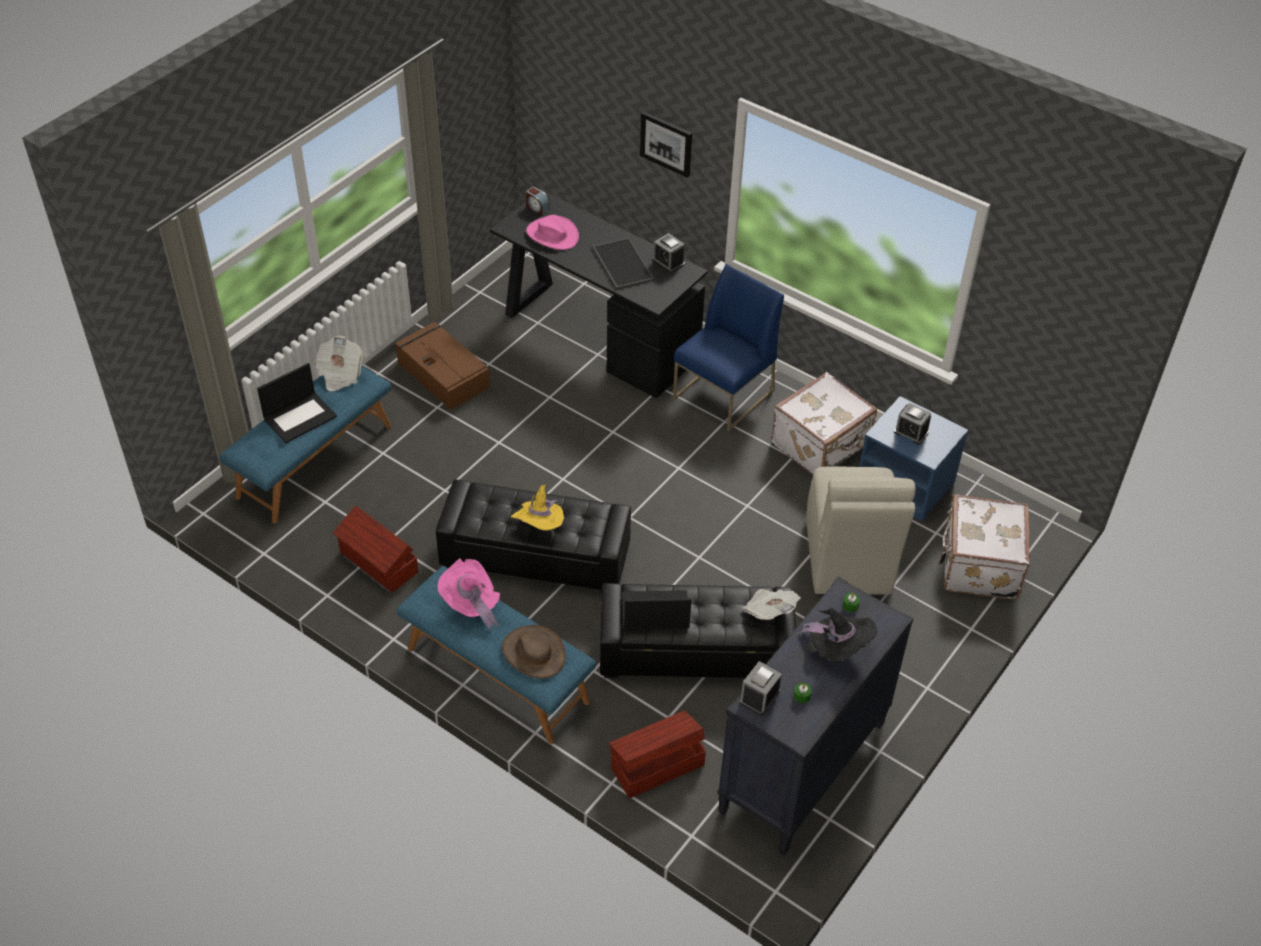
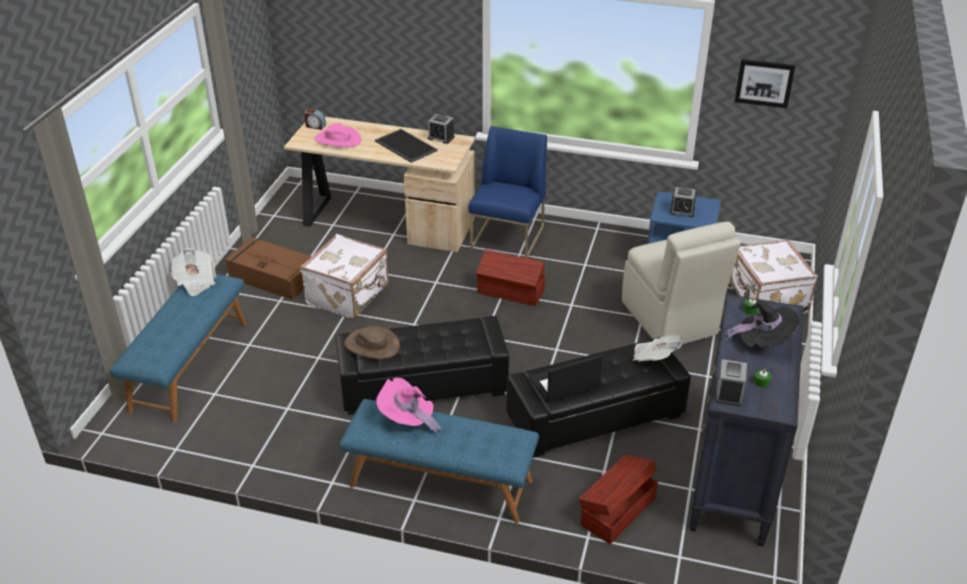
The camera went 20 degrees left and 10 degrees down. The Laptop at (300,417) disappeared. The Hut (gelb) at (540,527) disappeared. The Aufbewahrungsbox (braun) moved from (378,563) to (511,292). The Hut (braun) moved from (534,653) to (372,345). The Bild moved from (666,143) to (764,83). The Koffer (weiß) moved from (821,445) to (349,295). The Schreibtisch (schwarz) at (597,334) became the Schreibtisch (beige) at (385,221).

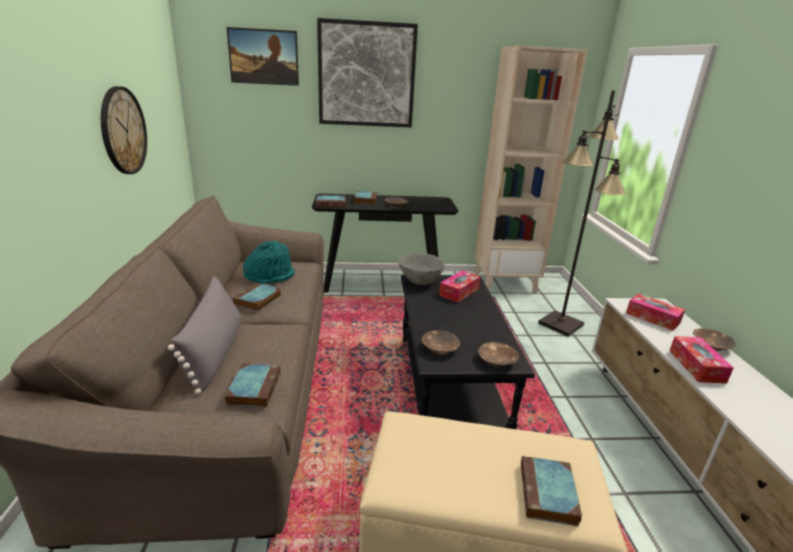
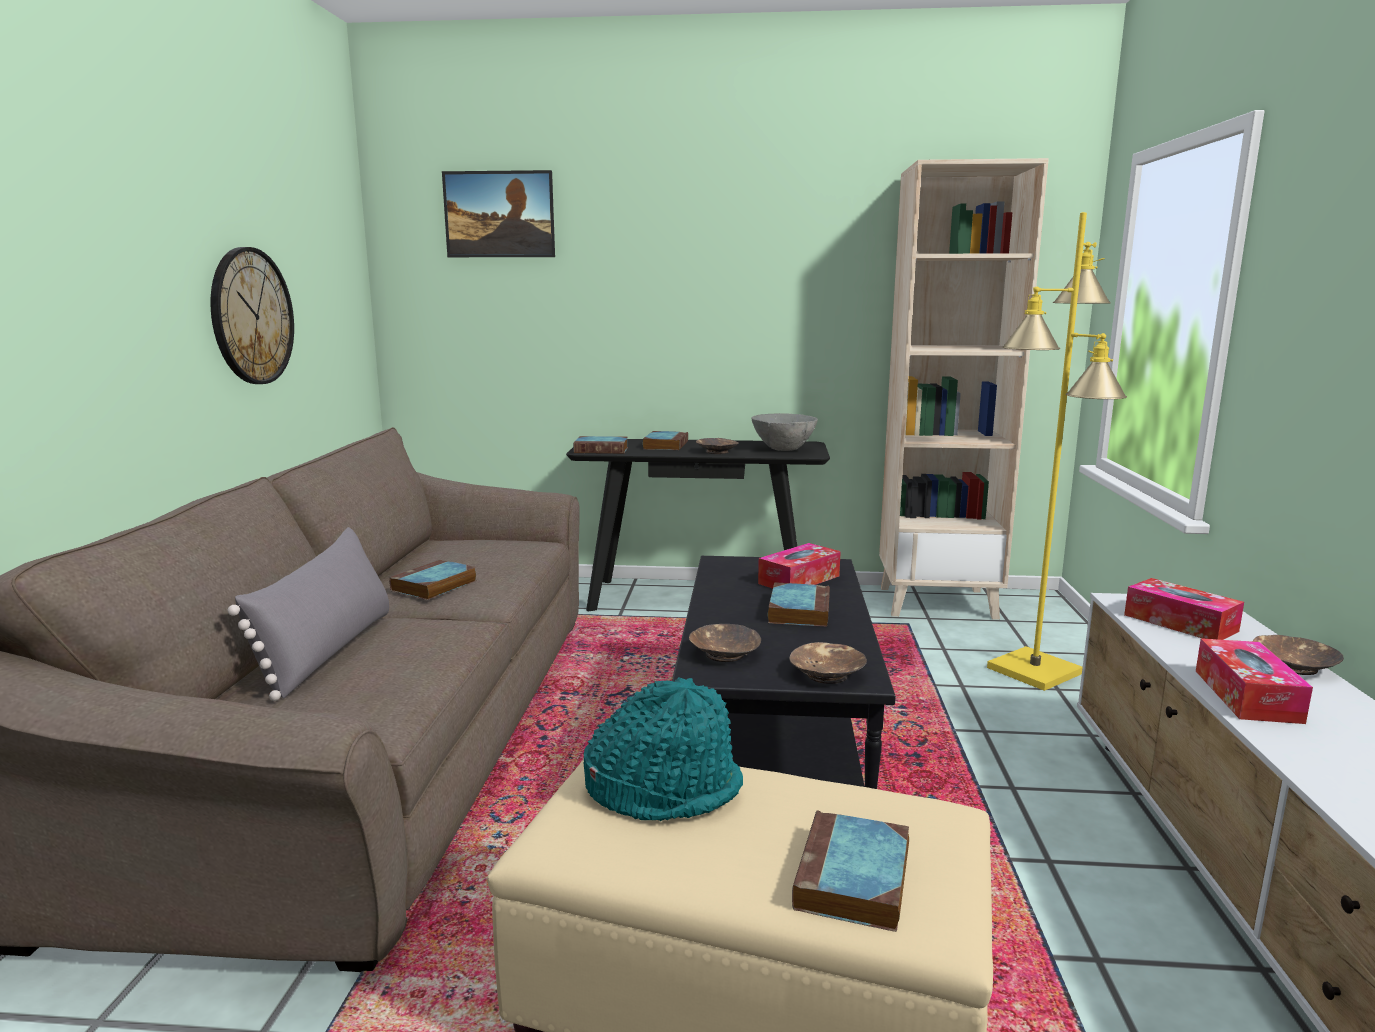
The camera went 10 degrees right and 10 degrees down. The Bild at (366,75) disappeared. The Buch moved from (254,388) to (798,610). The Hut (türkis) moved from (270,276) to (664,788). The Schüssel (grau) moved from (420,282) to (783,449). The Stehlampe (schwarz) at (561,324) became the Stehlampe (gelb) at (1035,671).

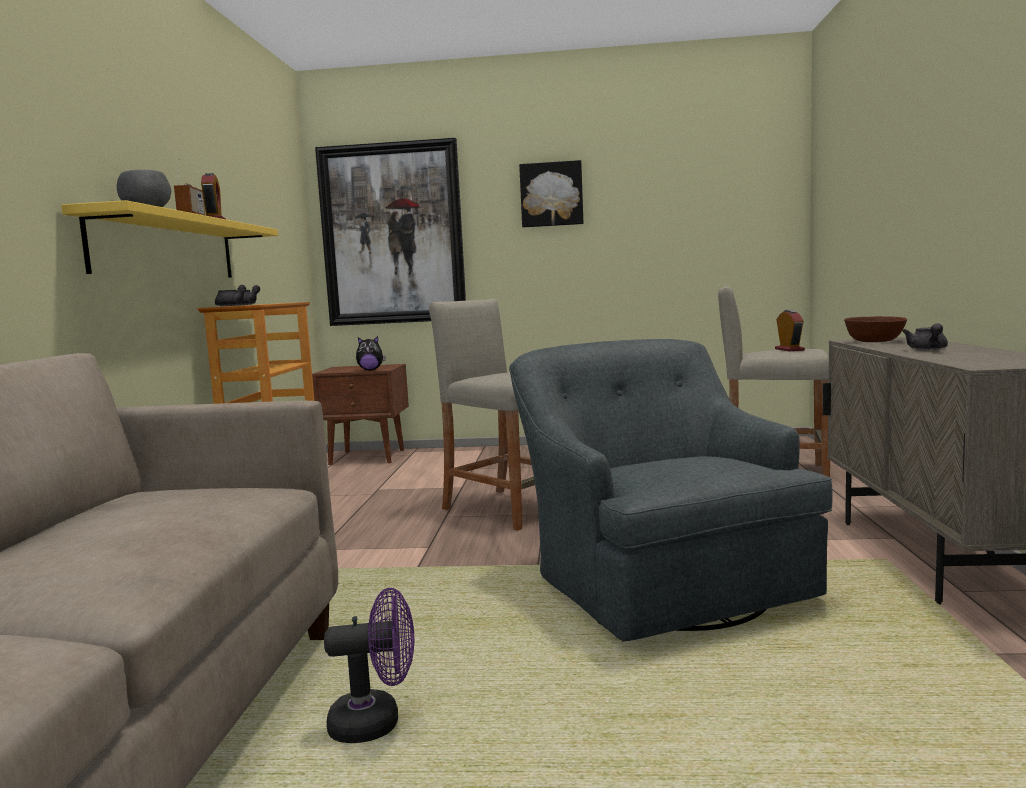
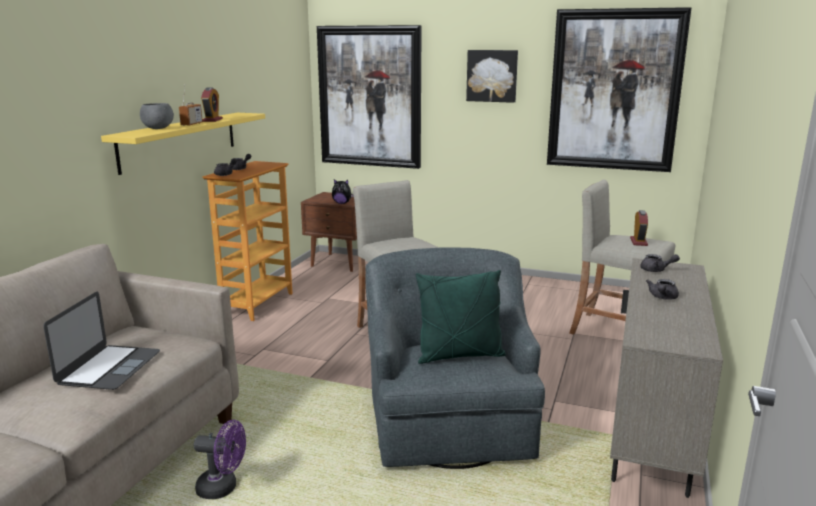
The camera went 15 degrees right and 10 degrees up. The Laptop at (109,367) appeared. The Kissen (grün) at (459,355) appeared. The Bild at (614,90) appeared. The Schüssel (braun) at (875,341) was replaced by the Teekanne (grau) at (656,270).

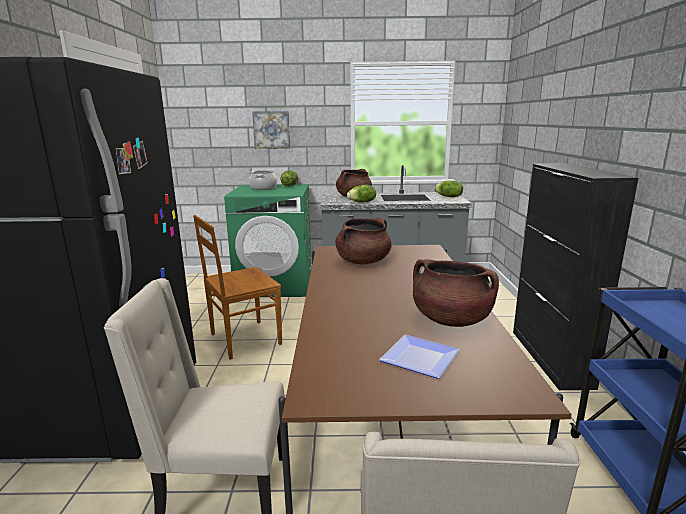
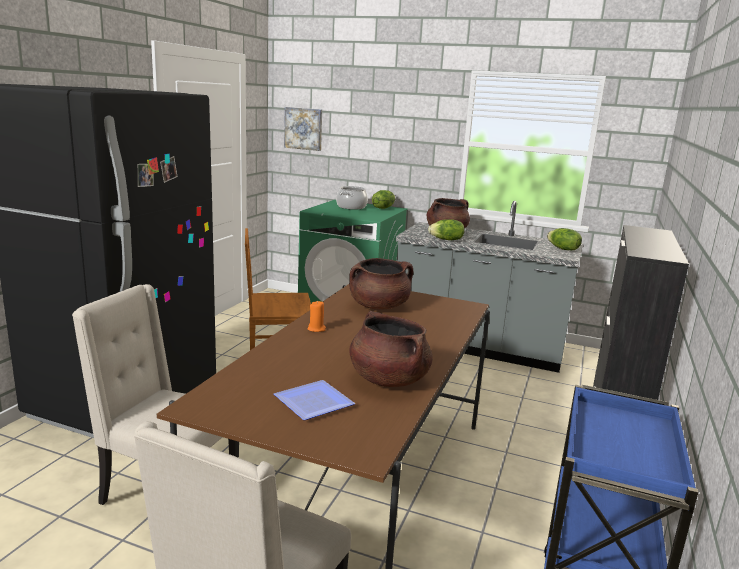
The camera went 20 degrees right and 0 degrees up. The Kerze (orange) at (316,329) appeared. The Bild moved from (271,130) to (304,128).

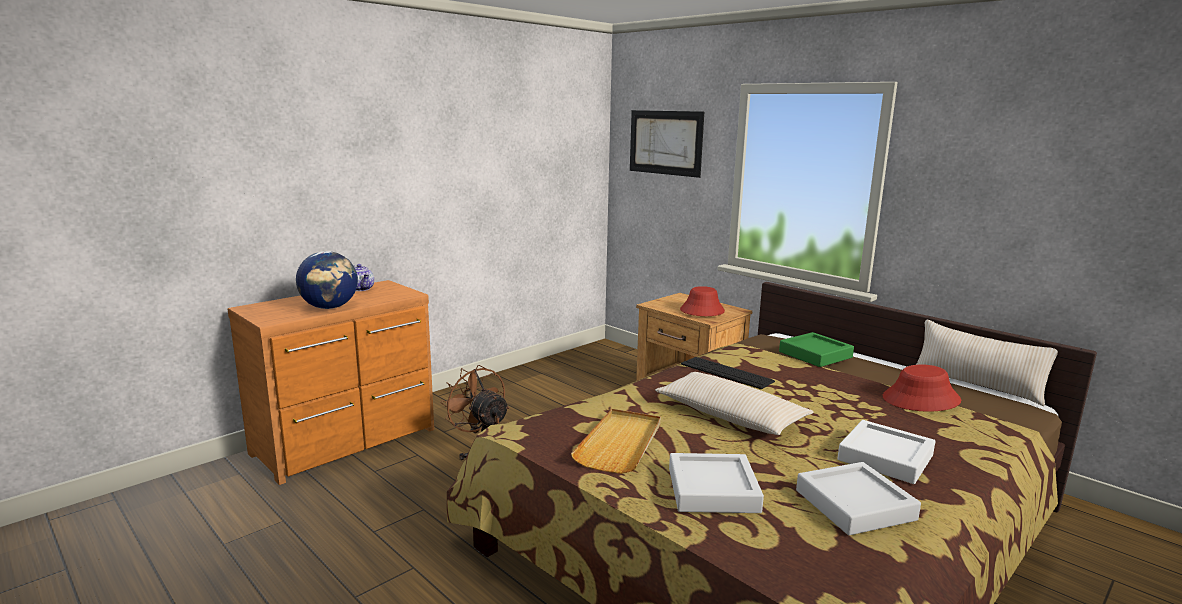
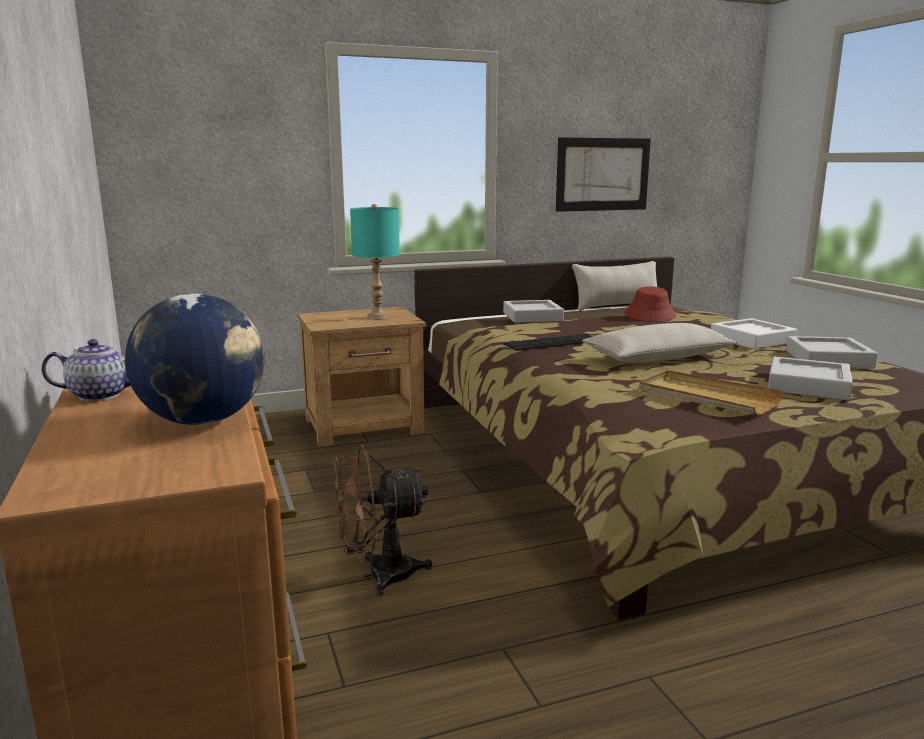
The camera went 65 degrees left and 0 degrees up. The Bild moved from (665,142) to (603,174). The Hut (rot) at (702,311) was replaced by the Tischlampe (türkis) at (377,317). The Tablett (grün) at (815,354) became the Tablett (grau) at (532,317).

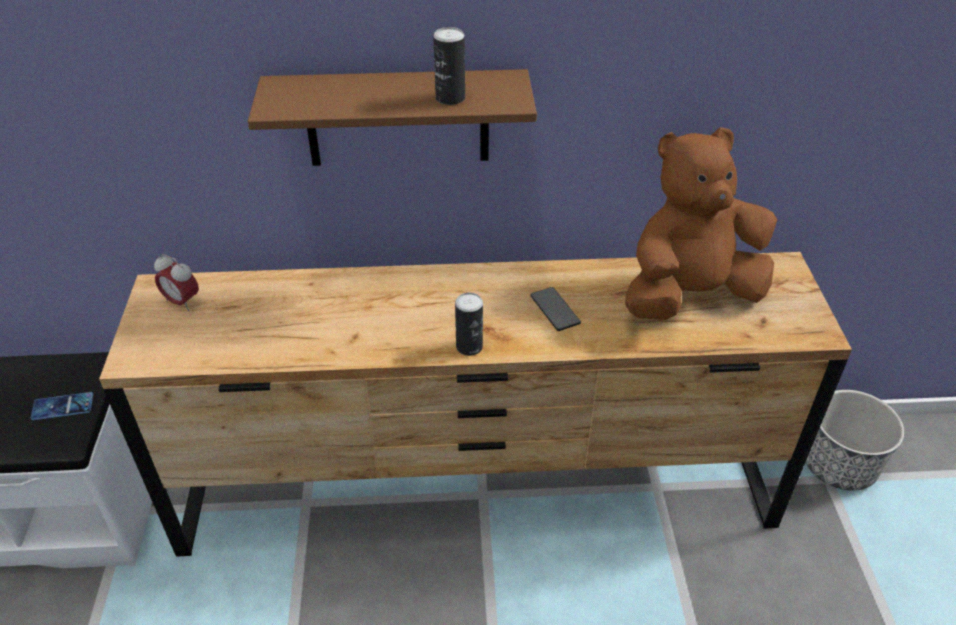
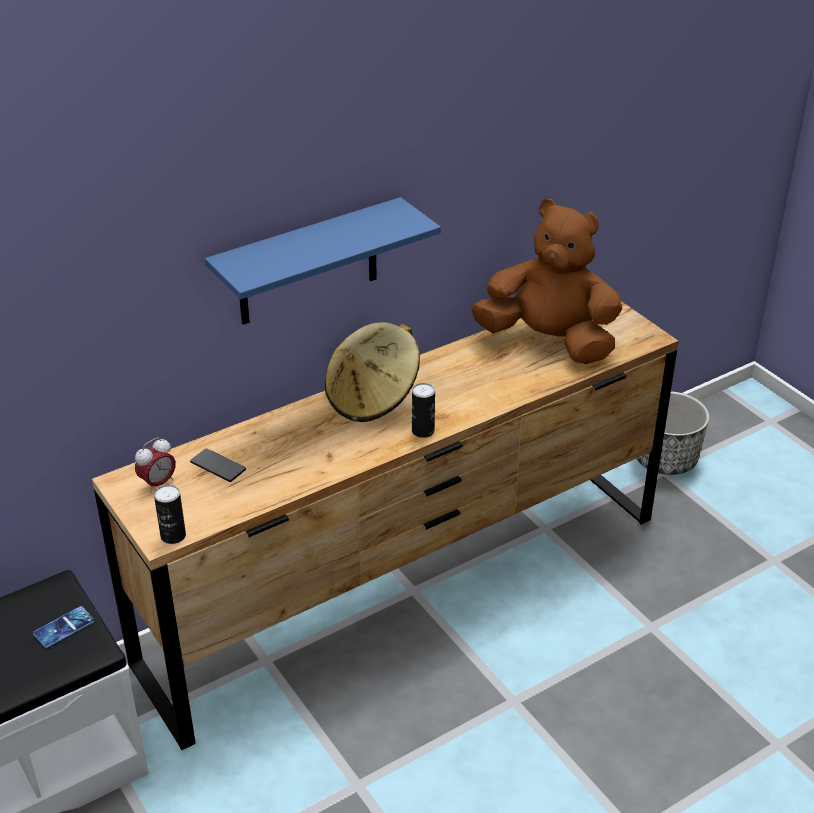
The camera went 30 degrees left and 5 degrees down. The Hut (beige) at (373,398) appeared. The Dose moved from (450,98) to (173,536). The Handy moved from (554,310) to (218,466). The Wandregal (braun) at (397,118) became the Wandregal (blau) at (308,263). The Wecker at (182,302) turned 45 degrees counterclockwise. The Plüschtier (braun) at (689,295) turned 75 degrees clockwise.

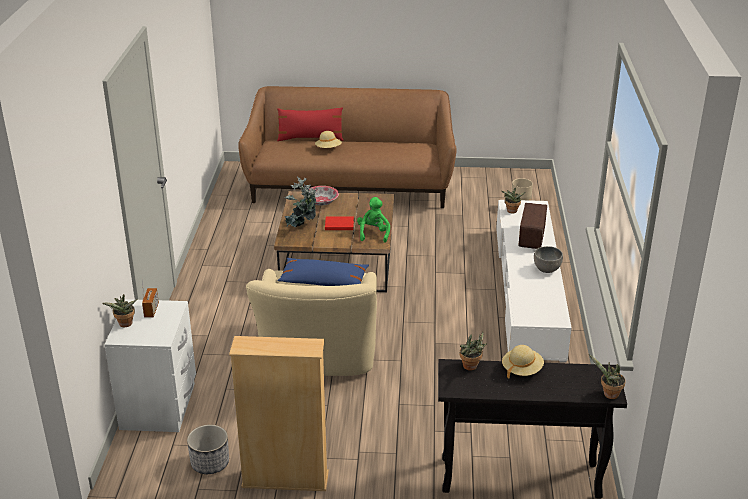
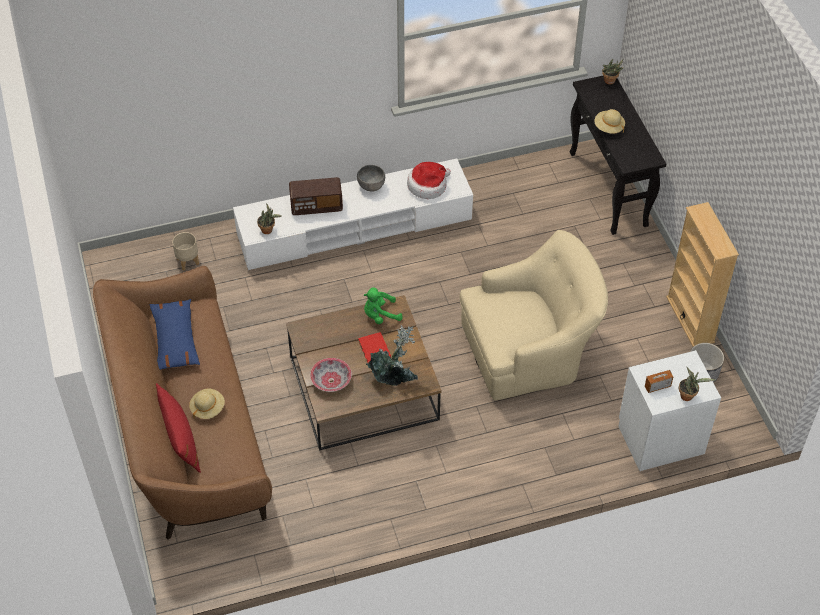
The camera went 110 degrees left and 20 degrees up. The Topfpflanze at (472,367) disappeared. The Hut at (428,185) appeared. The Kissen (blau) moved from (323,281) to (175,340).

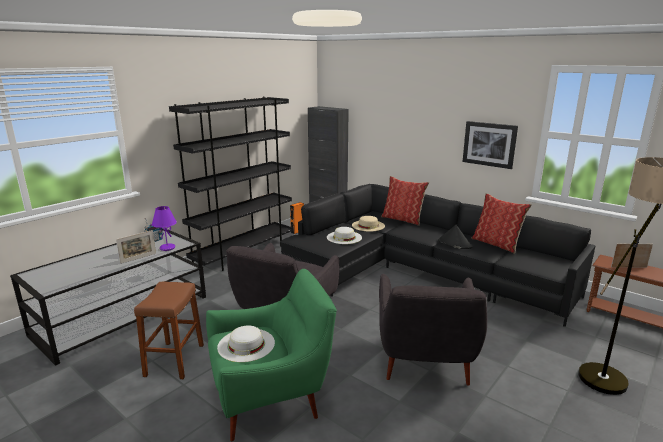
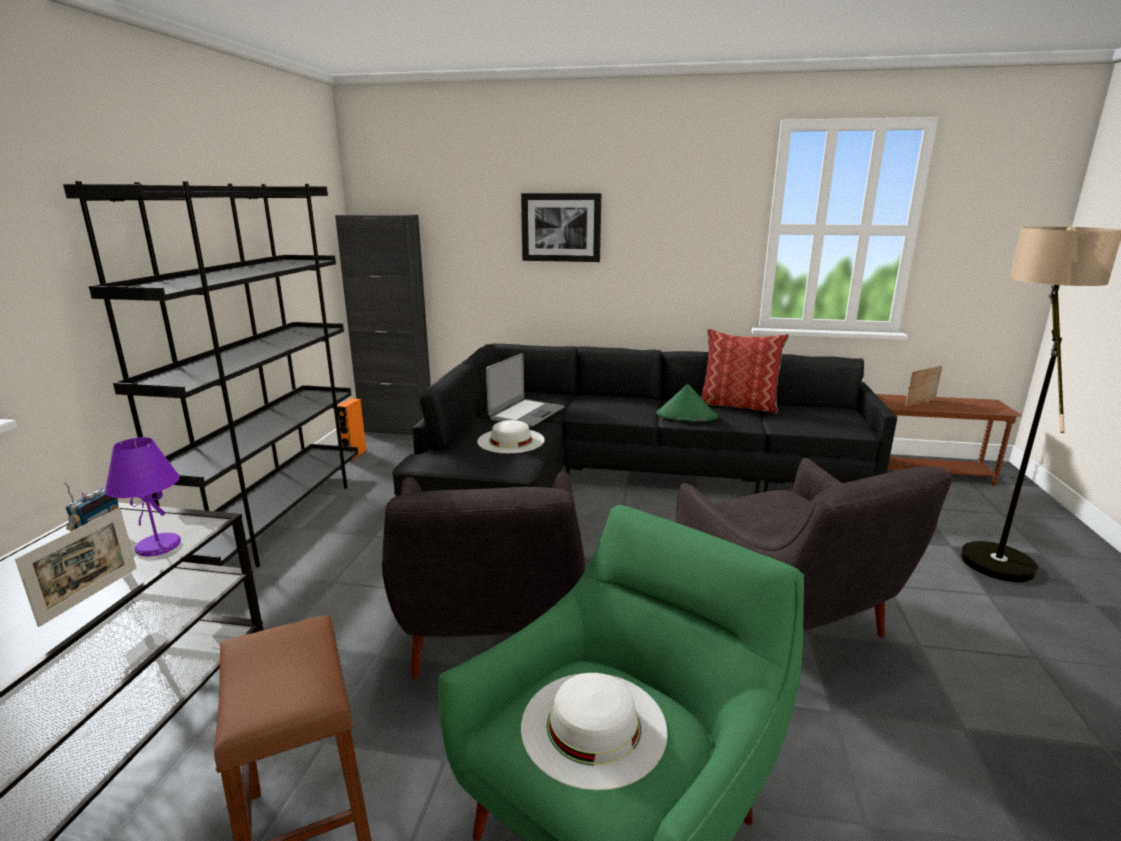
The camera went 30 degrees left and 0 degrees up. The Kissen at (403,219) disappeared. The Bild moved from (489,144) to (561,227). The Hut (beige) at (368,225) was replaced by the Laptop at (526,414). The Hut (schwarz) at (454,243) became the Hut (grün) at (686,416).

